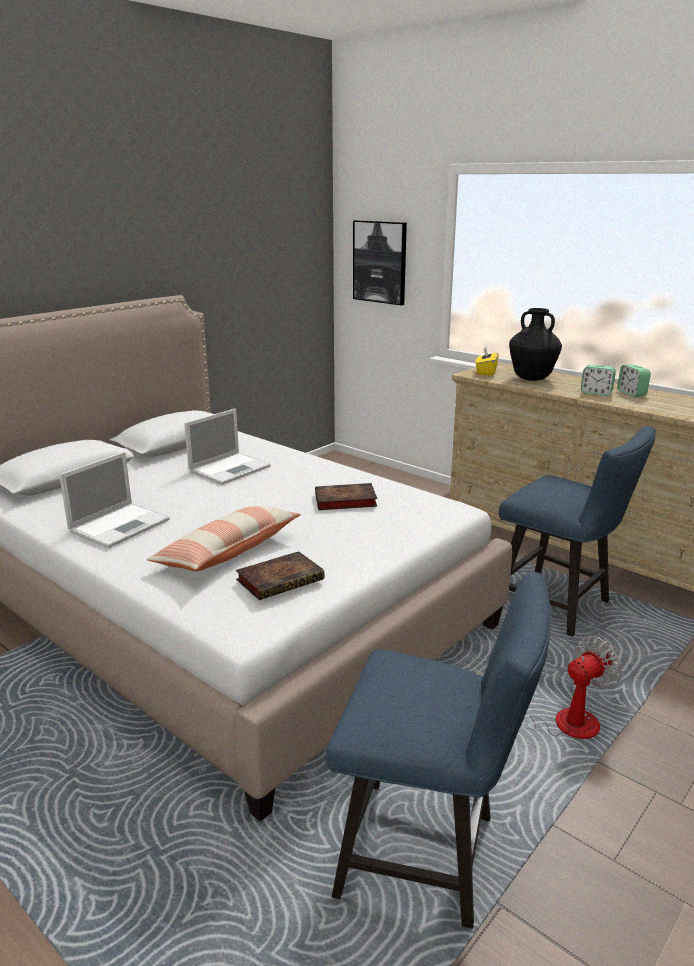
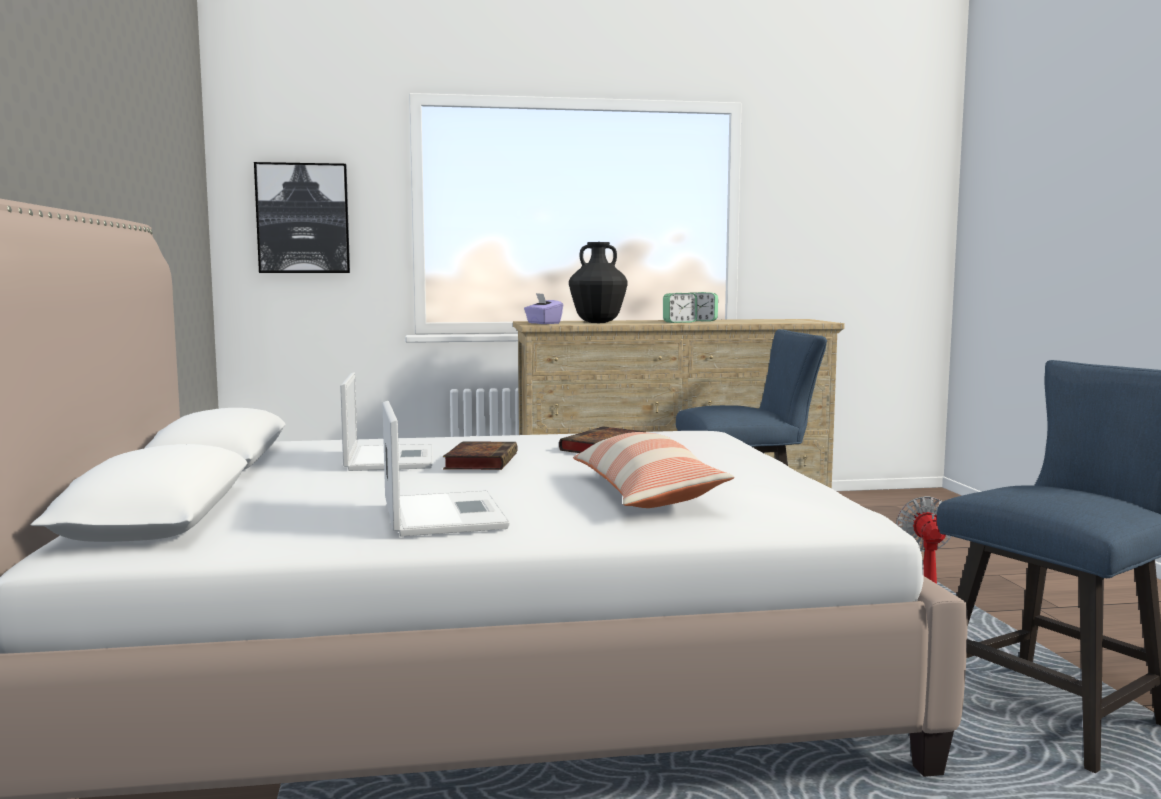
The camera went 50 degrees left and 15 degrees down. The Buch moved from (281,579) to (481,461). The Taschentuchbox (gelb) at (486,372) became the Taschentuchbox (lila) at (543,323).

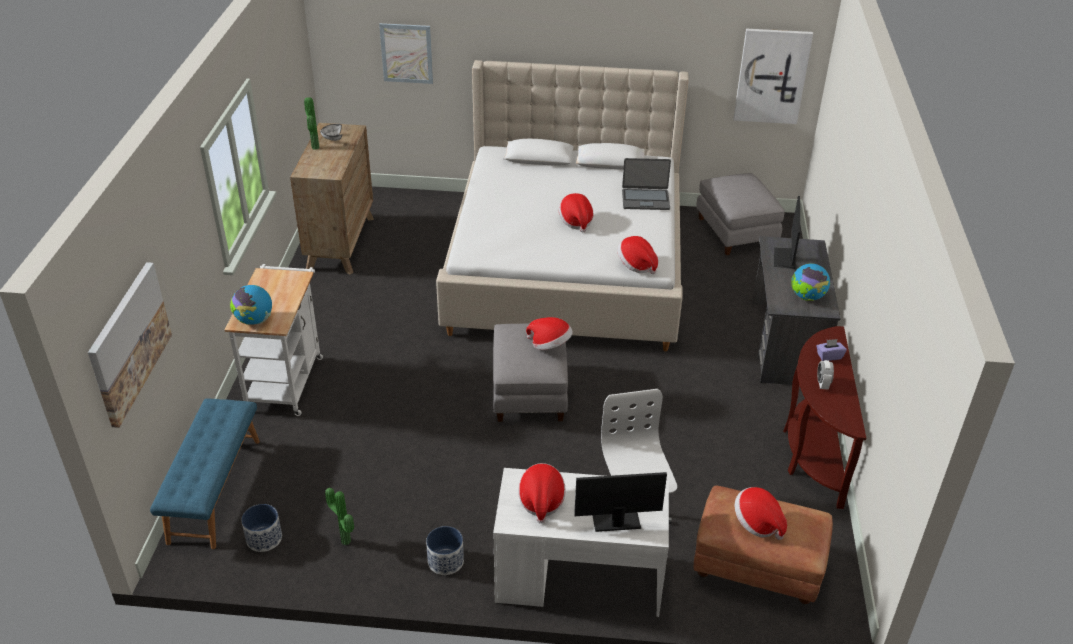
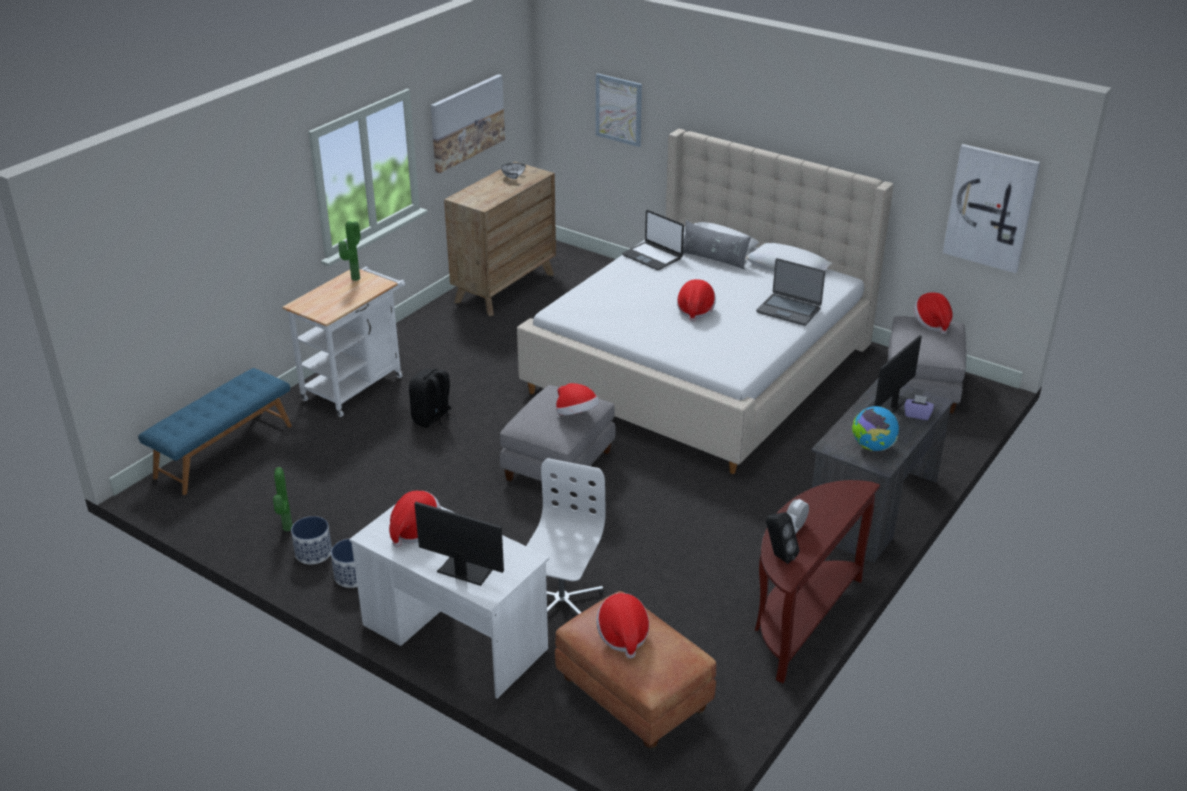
The camera went 30 degrees right and 5 degrees down. The Globus at (254,320) disappeared. The Rucksack (schwarz) at (432,419) appeared. The Laptop at (652,256) appeared. The Kissen (grau) at (713,259) appeared. The Lautsprecher (schwarz) at (779,556) appeared. The Bild moved from (129,342) to (467,122). The Pflanzkübel moved from (264,538) to (314,553). The Topfpflanze moved from (314,147) to (354,278). The Hut moved from (636,265) to (932,323). The Taschentuchbox (lila) moved from (829,356) to (917,415).

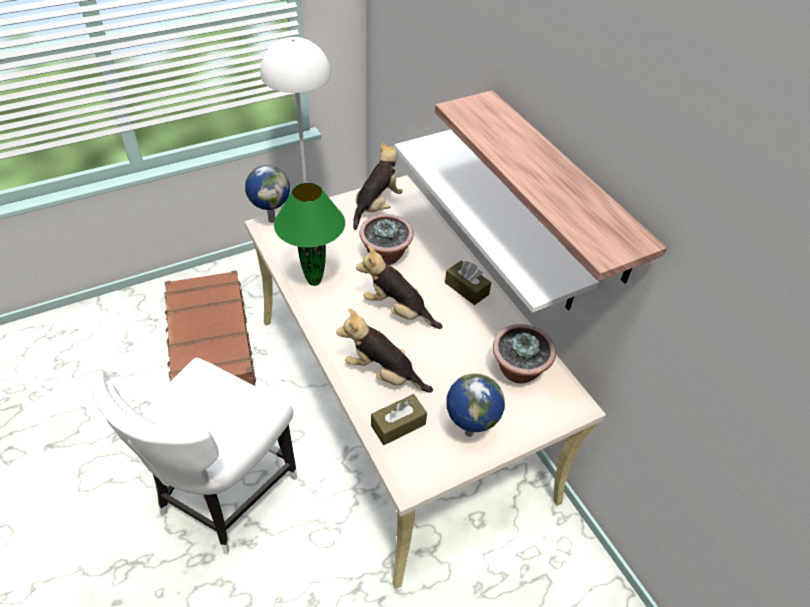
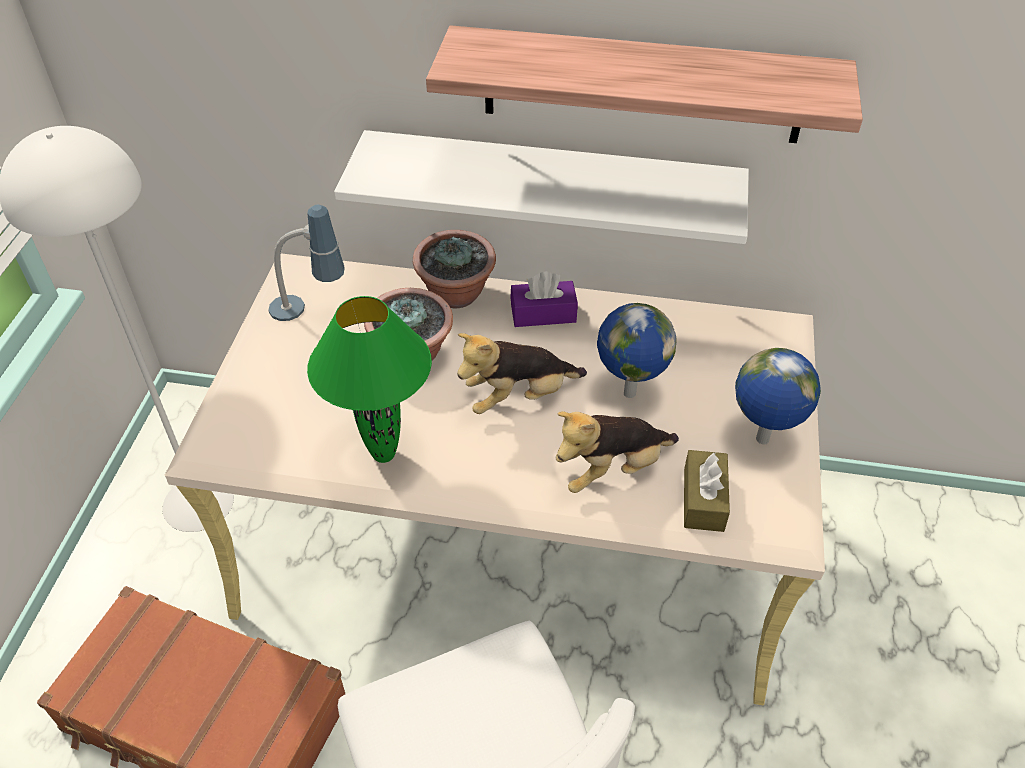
The camera went 50 degrees left and 0 degrees up. The Globus moved from (272,219) to (628,392). The Topfpflanze moved from (518,371) to (456,295). The Plüschtier at (377,206) was replaced by the Tischlampe at (310,313). The Taschentuchbox (braun) at (466,288) became the Taschentuchbox (lila) at (543,313).

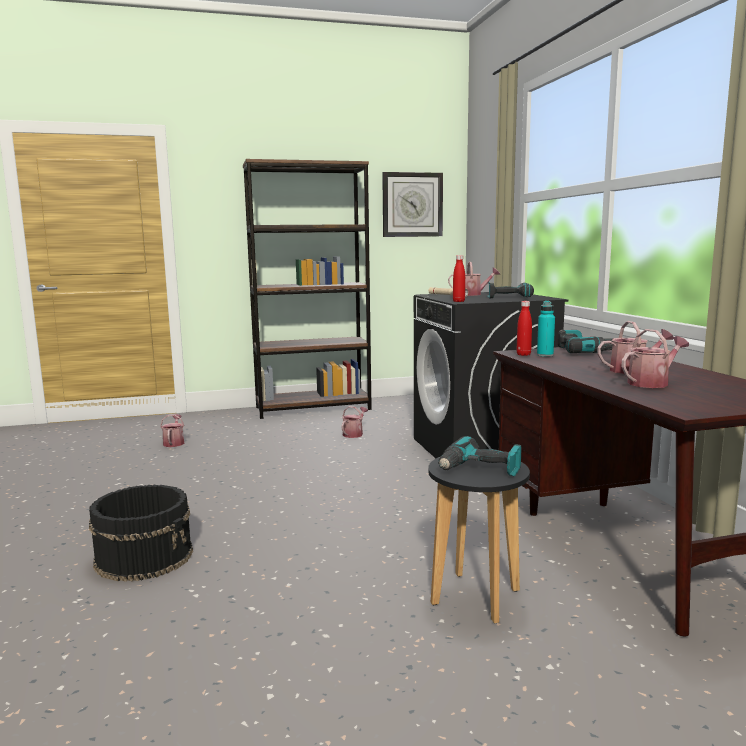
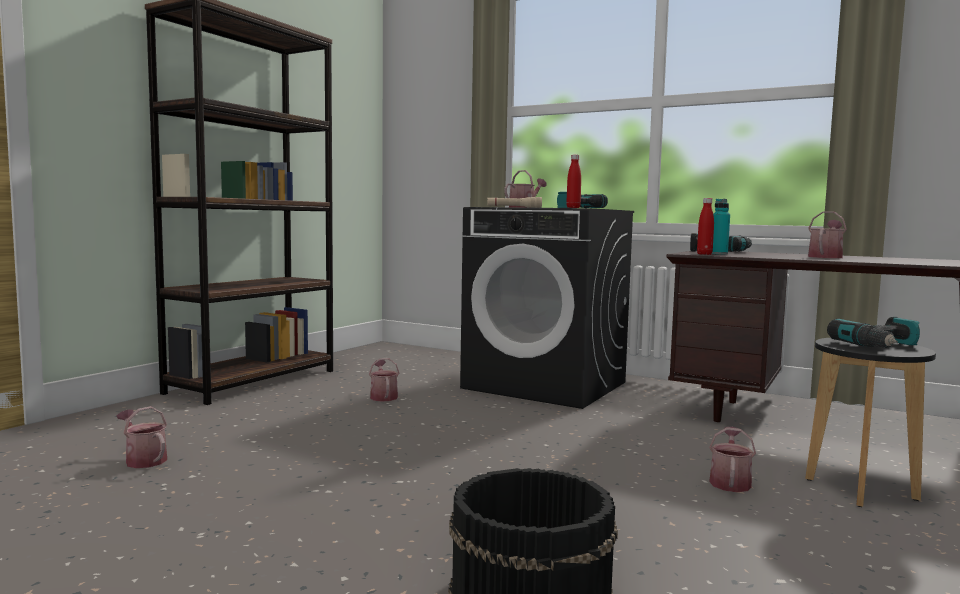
The camera went 45 degrees left and 5 degrees down. The Wanduhr at (412,205) disappeared. The Gießkanne moved from (651,383) to (730,481).

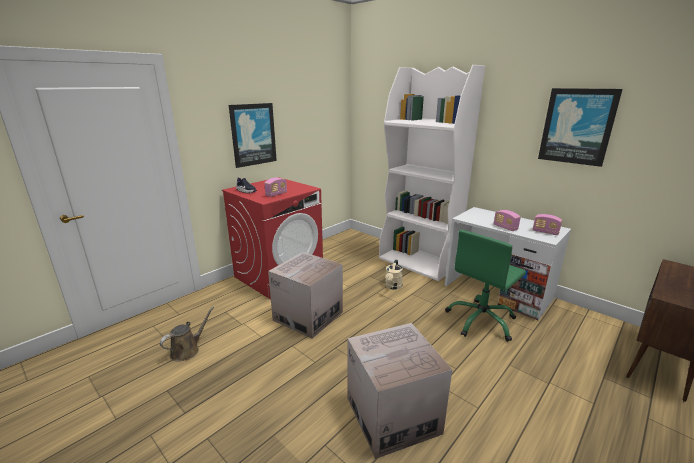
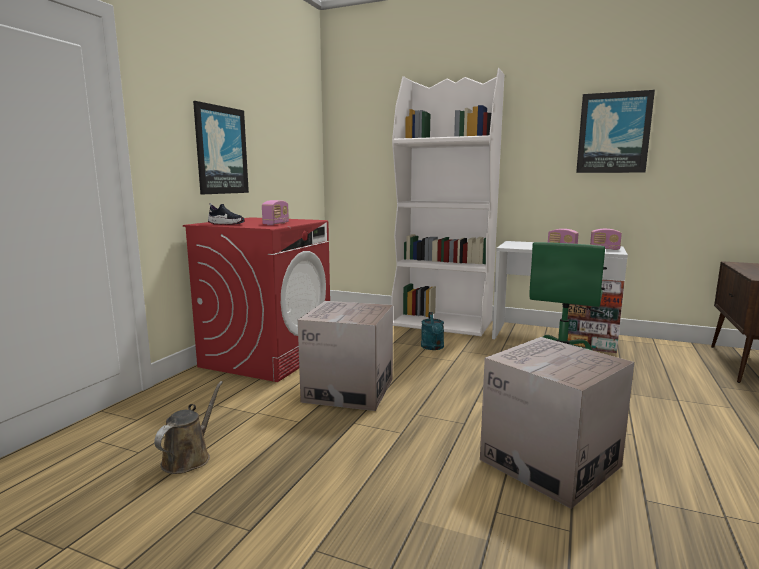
The camera went 20 degrees left and 10 degrees down. The Gießkanne (beige) at (393,286) became the Gießkanne (türkis) at (433,347).

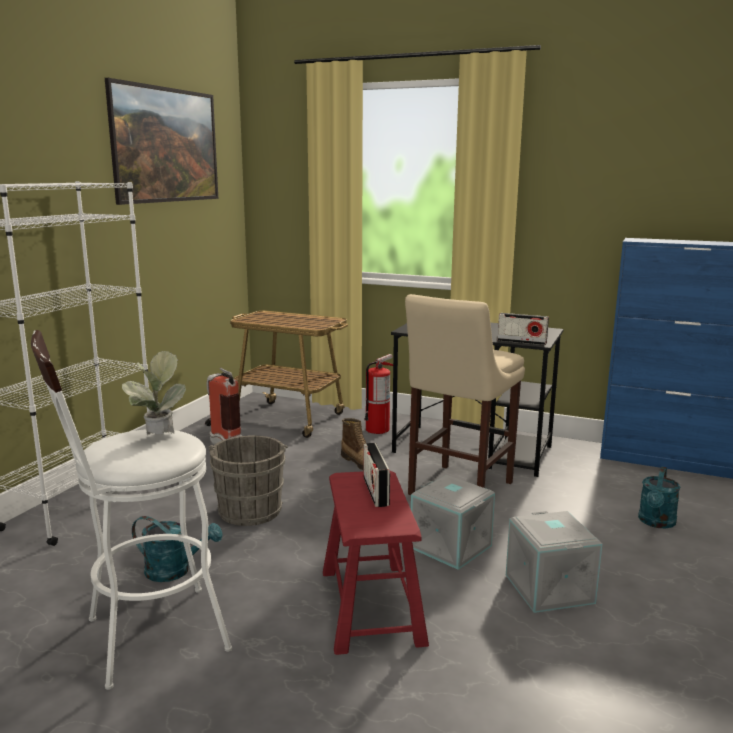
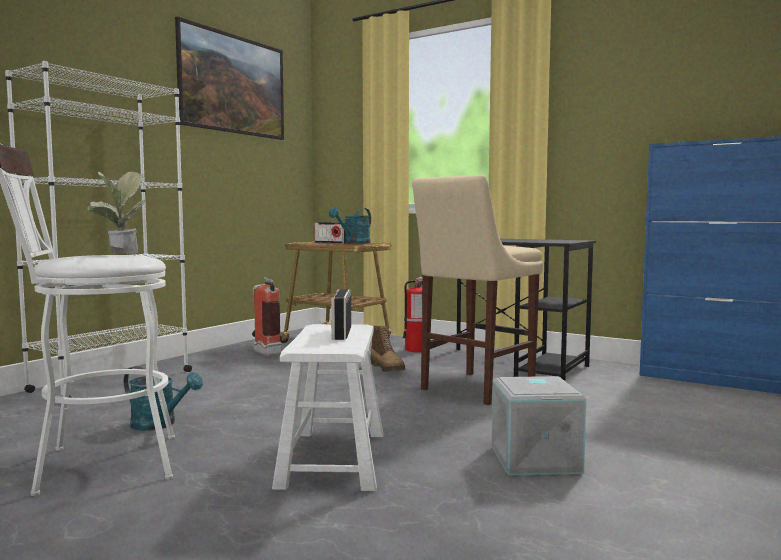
The camera went 10 degrees right and 10 degrees down. The Eimer (grau) at (250,509) disappeared. The Aufbewahrungsbox (grau) at (452,546) disappeared. The Radio moved from (521,342) to (330,243). The Gießkanne (türkis) moved from (656,523) to (354,243). The Hocker (rot) at (371,606) became the Hocker (weiß) at (334,459).

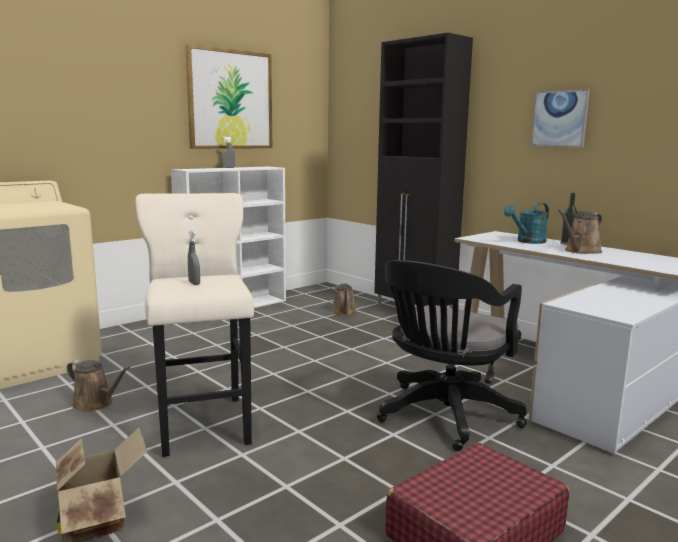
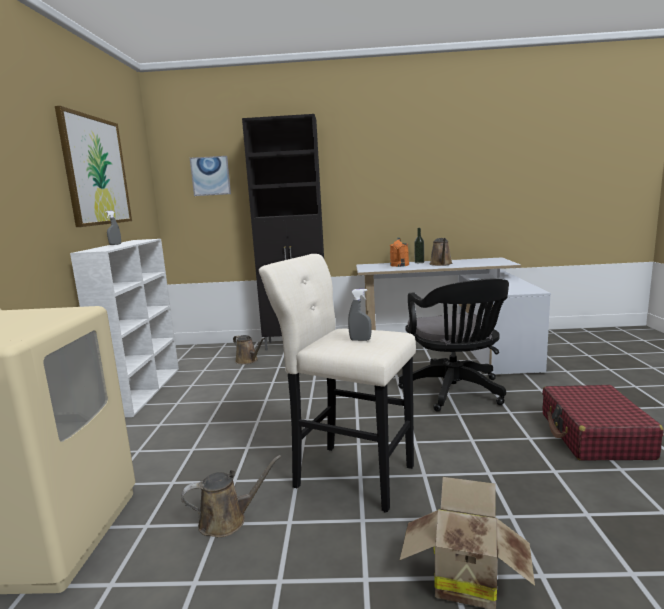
The camera went 45 degrees left and 0 degrees up. The Bild moved from (560,119) to (210,176). The Gießkanne (türkis) at (527,242) became the Gießkanne (orange) at (399,265).

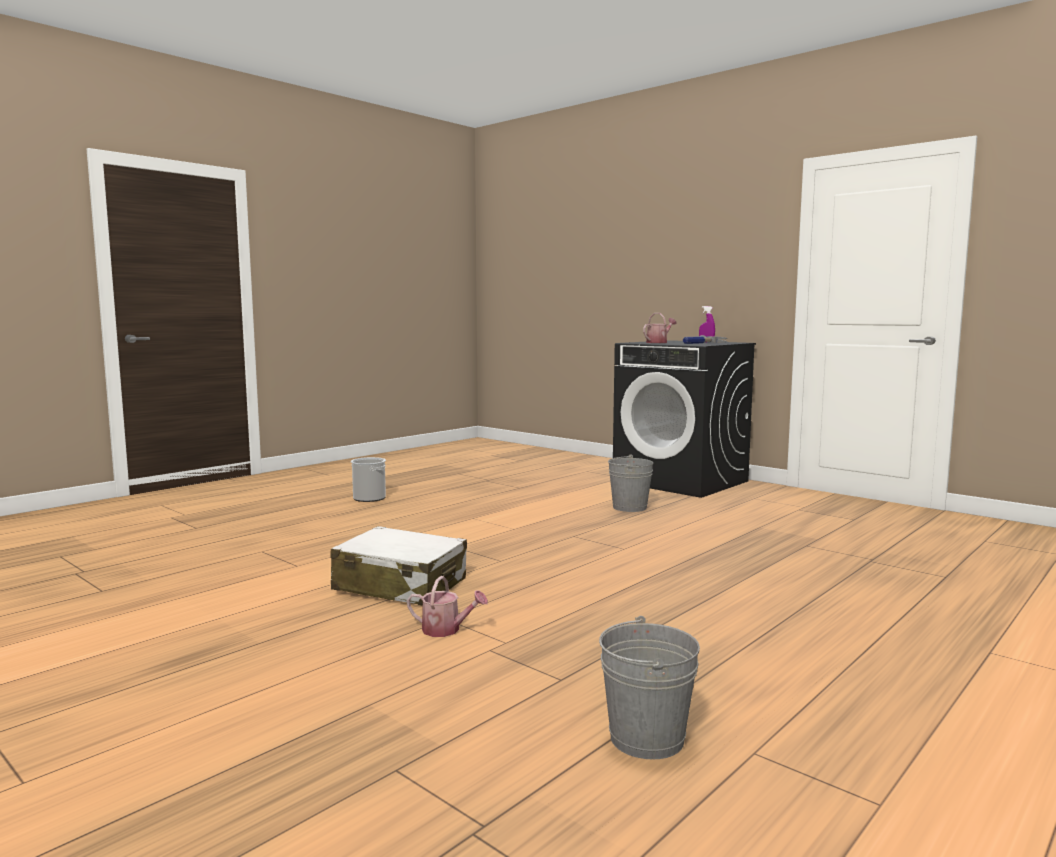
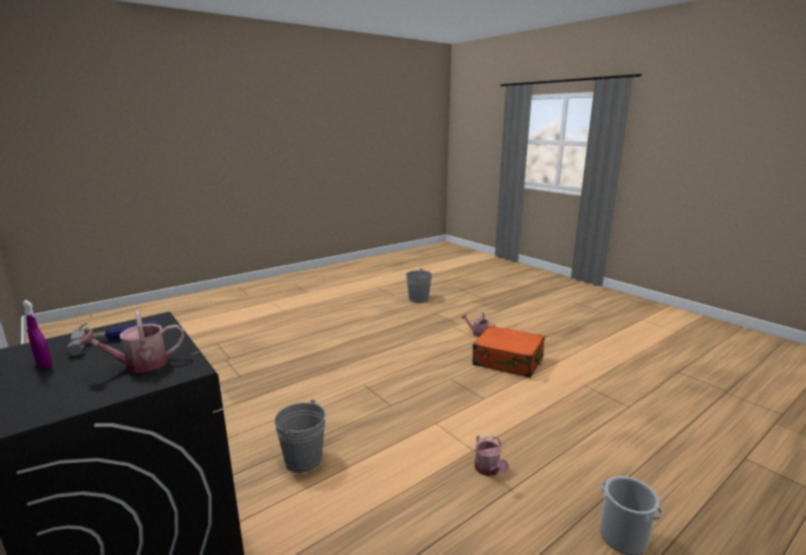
The camera went 170 degrees left and 10 degrees up. The Gießkanne at (489,470) appeared. The Koffer (weiß) at (400,585) became the Koffer (orange) at (508,361).

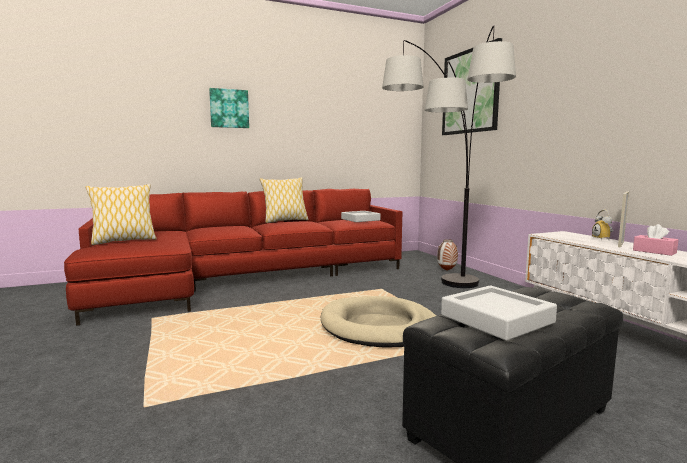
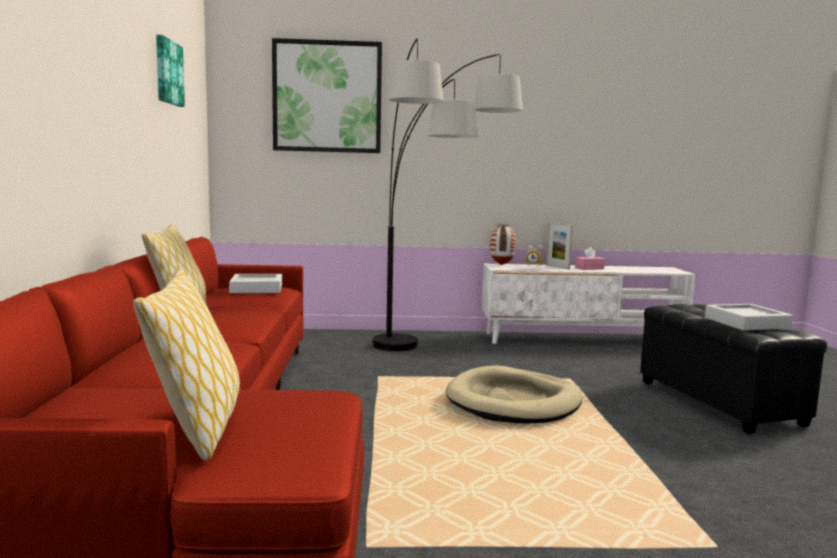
The camera went 70 degrees left and 0 degrees up. The Bild moved from (229,108) to (167,72). The Vase moved from (446,270) to (502,265).

